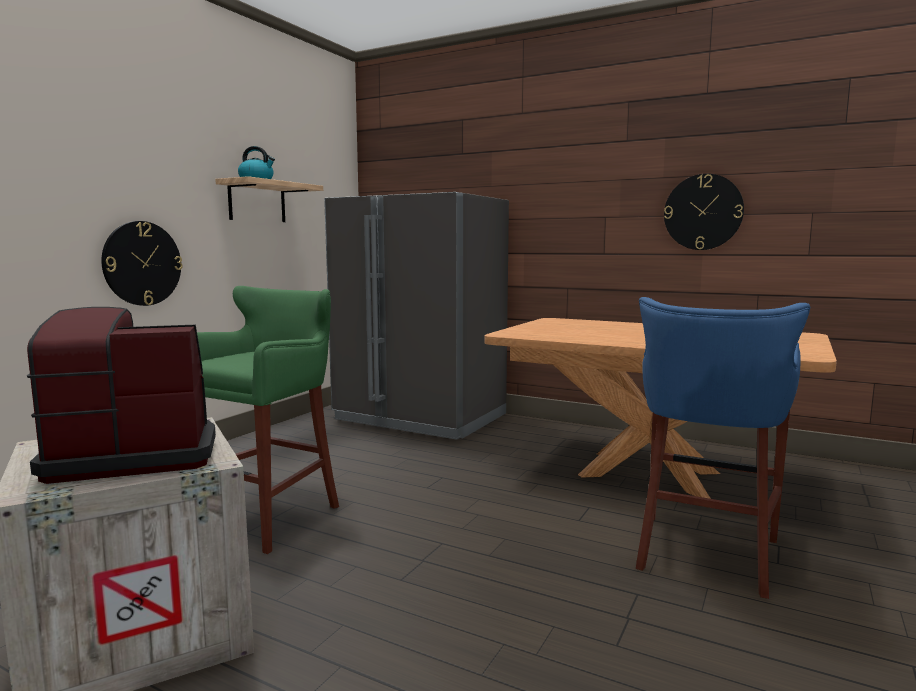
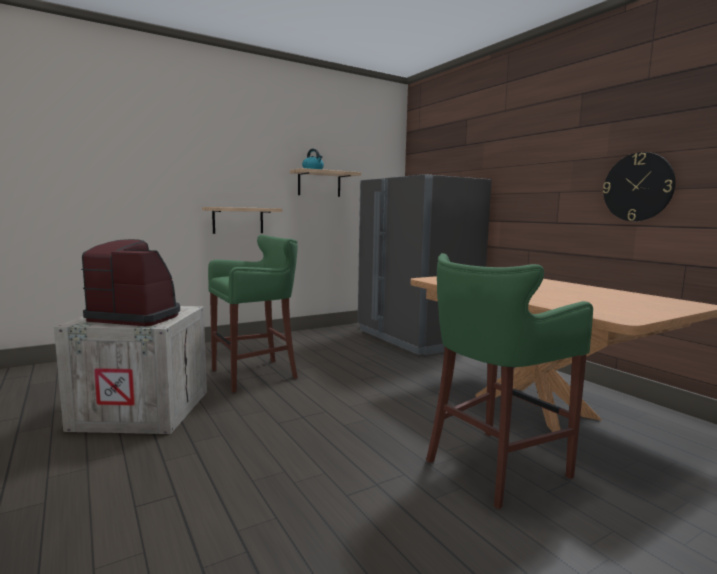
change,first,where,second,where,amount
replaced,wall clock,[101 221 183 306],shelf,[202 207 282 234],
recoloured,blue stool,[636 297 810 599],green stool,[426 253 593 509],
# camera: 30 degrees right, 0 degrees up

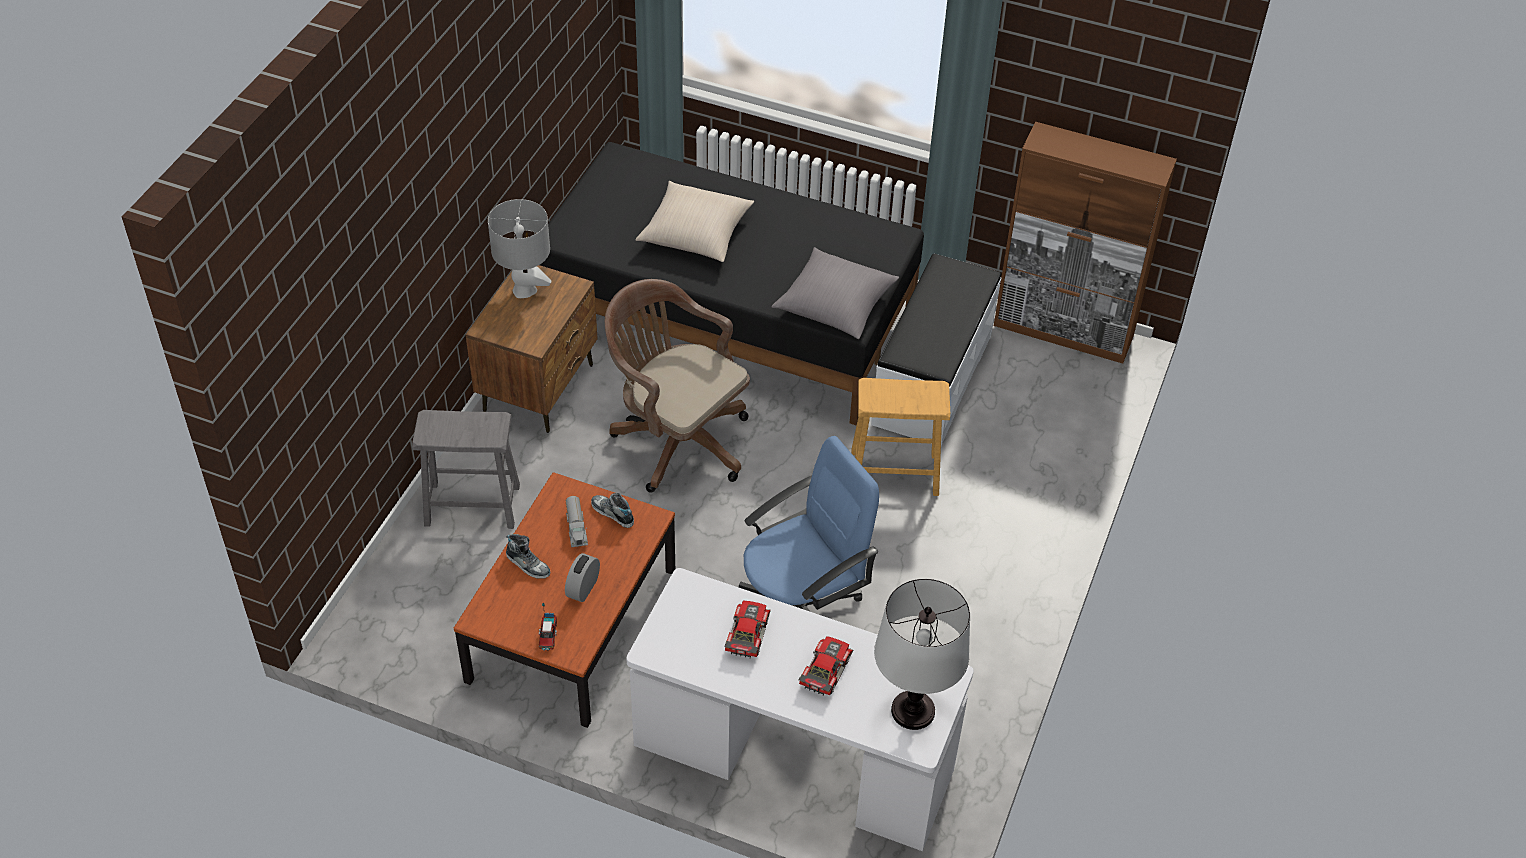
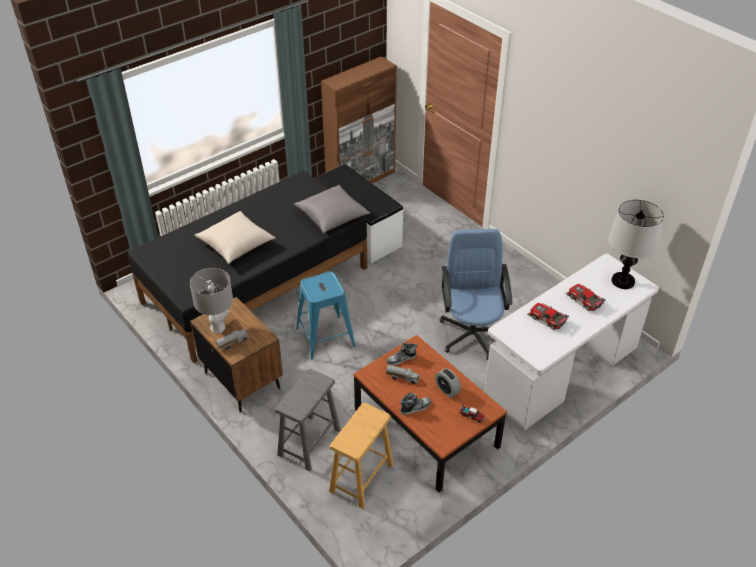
change,first,where,second,where,amount
added,,,toy truck,[215 330 249 350],
moved,brown stool,[851 378 950 496],,[329 403 394 509],
replaced,brown office chair,[605 279 750 493],blue stool,[296 272 356 360],
# camera: 60 degrees left, 5 degrees down

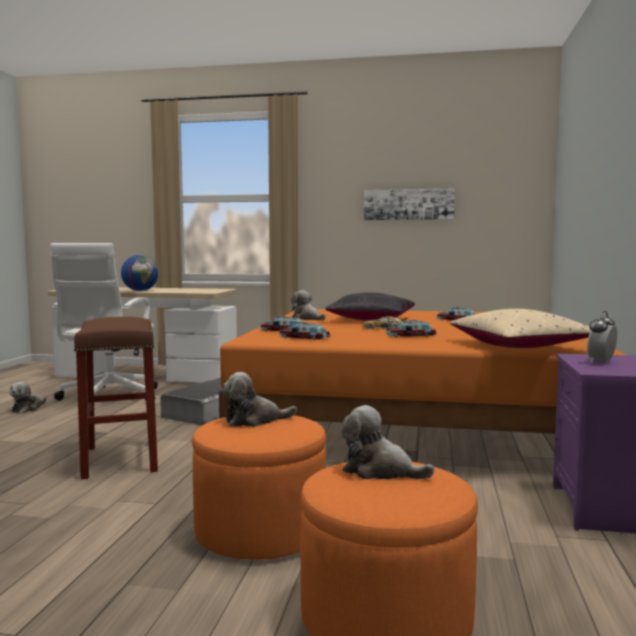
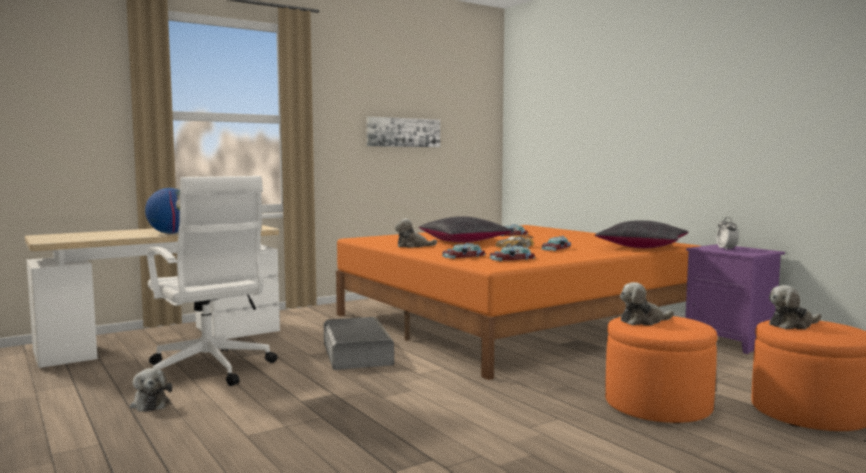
change,first,where,second,where,amount
removed,brown stool,[74 317 158 479],,,
recoloured,beige pillow,[450 309 591 348],black pillow,[595 220 689 248],
turned,plush toy,[221 372 297 427],,[620 282 674 325],45 degrees clockwise
# camera: 45 degrees left, 0 degrees up

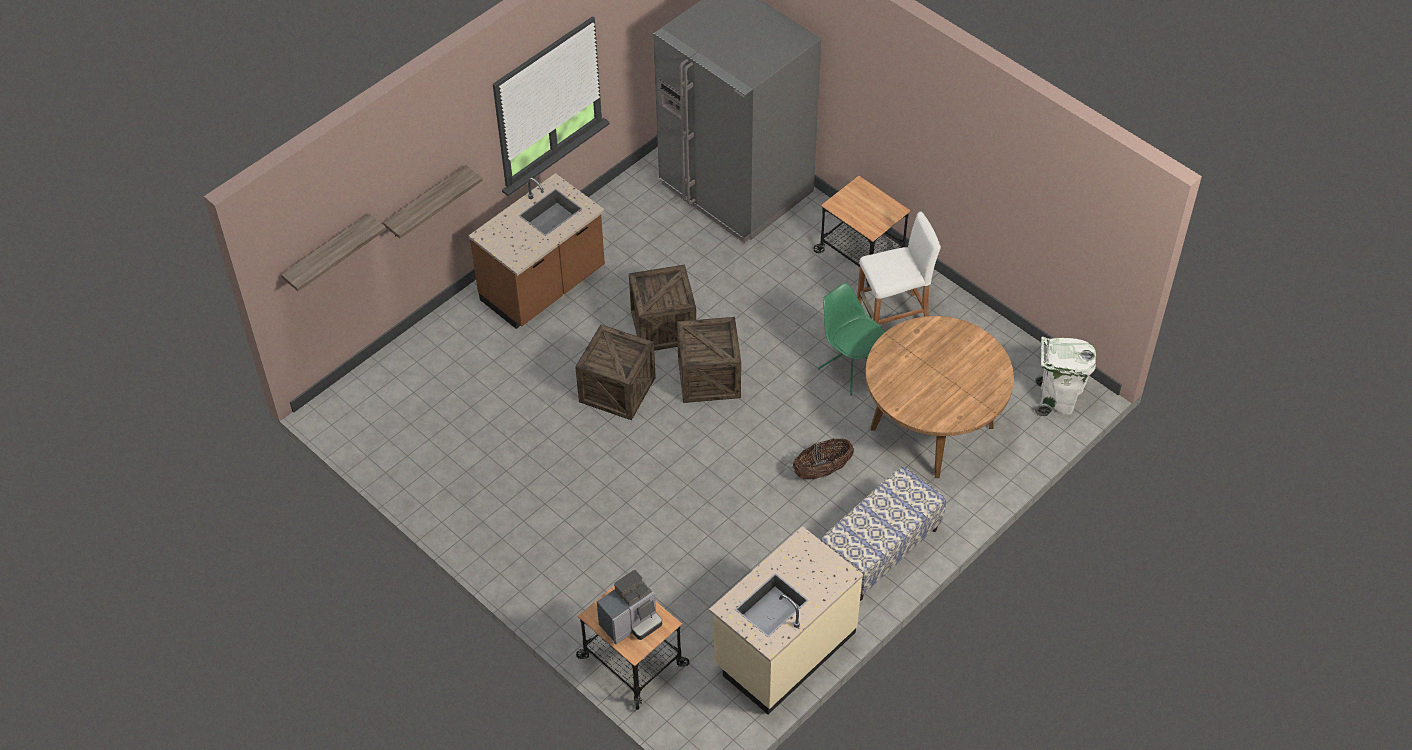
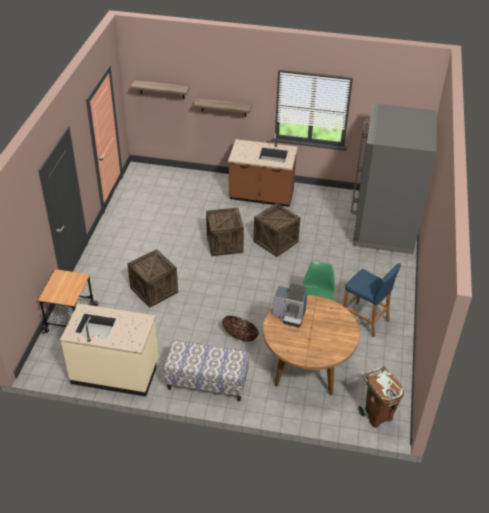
change,first,where,second,where,amount
removed,cart,[814 176 911 287],,,
moved,coffee machine,[597 570 662 644],,[272 283 308 327],
moved,crate,[677 317 741 403],,[127 249 178 308],
recoloured,white stool,[857 211 941 324],blue stool,[343 263 401 337],
recoloured,white trash can,[1035 336 1096 416],brown trash can,[358 366 404 428],
# camera: 55 degrees right, 10 degrees down

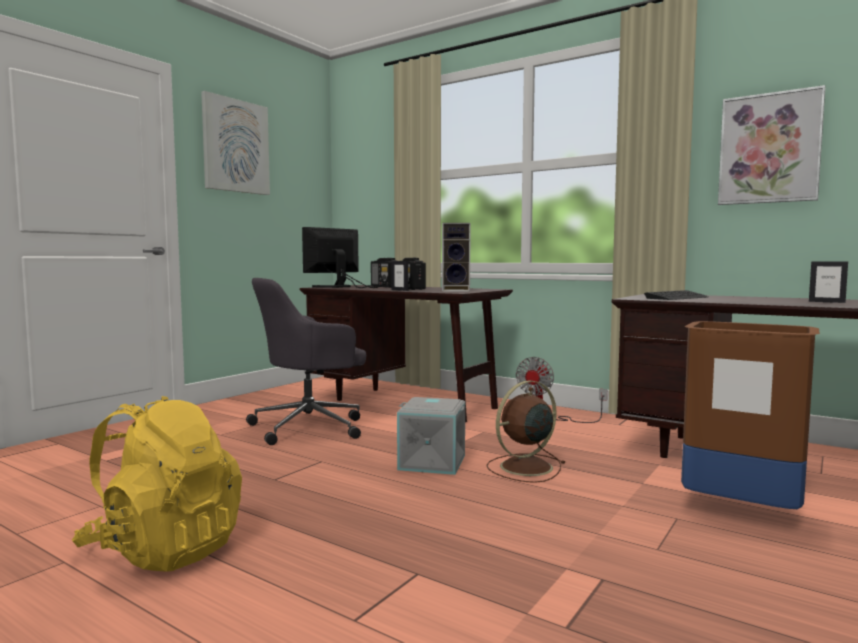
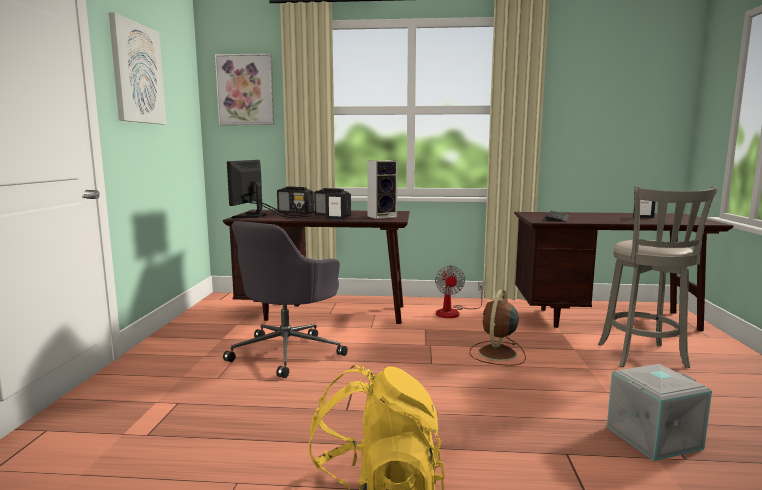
change,first,where,second,where,amount
moved,grey storage box,[397 397 465 475],,[607 364 712 461],
moved,picture,[718 85 825 205],,[215 53 274 125],
replaced,brown trash can,[681 321 820 509],grey stool,[598 186 717 368],
# camera: 30 degrees left, 5 degrees up

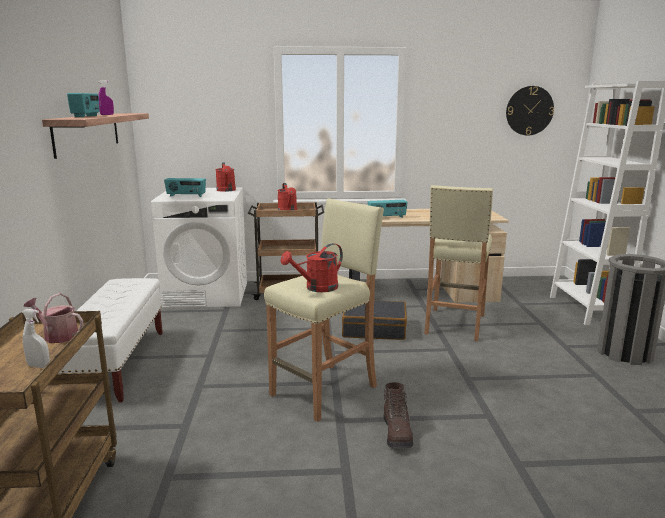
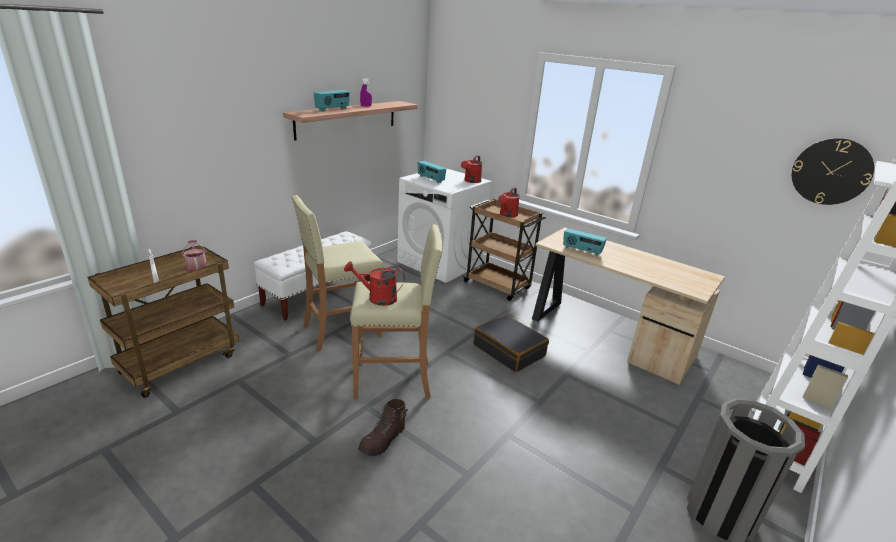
change,first,where,second,where,amount
moved,beige stool,[424 185 493 341],,[292 195 383 352],
# camera: 40 degrees right, 10 degrees up

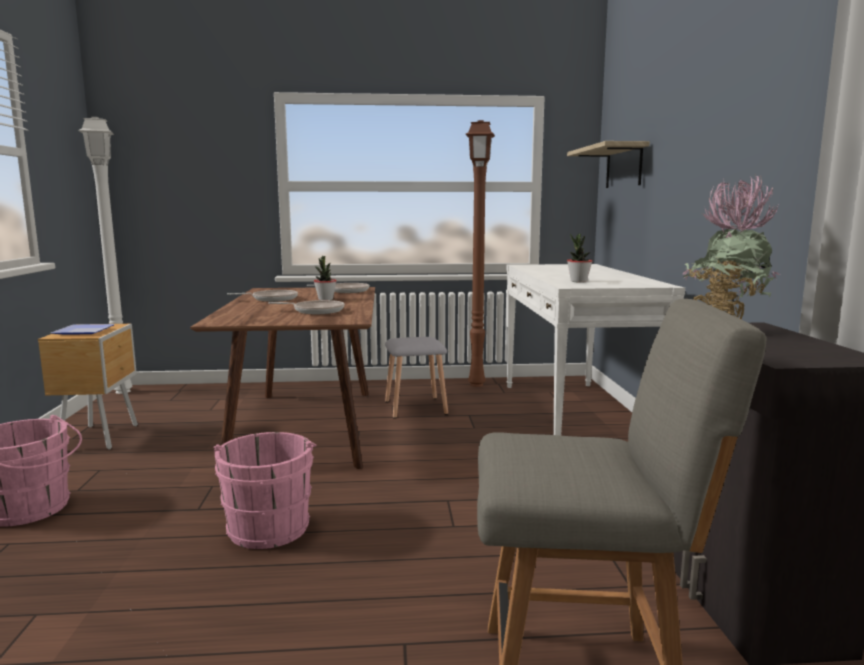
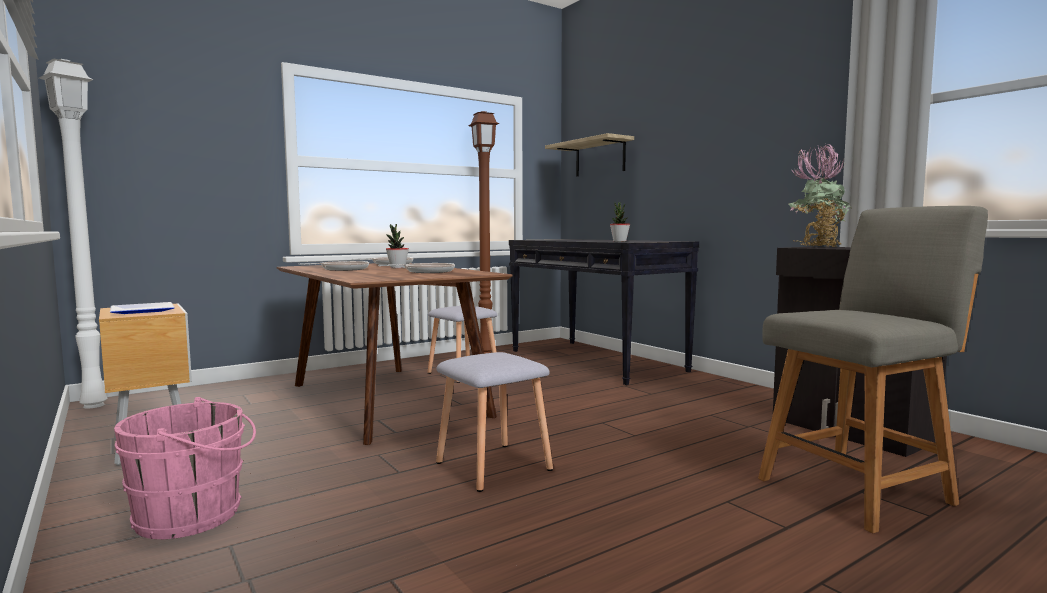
change,first,where,second,where,amount
replaced,pink bucket,[213 432 317 549],grey stool,[436 352 553 492],
recoloured,white console table,[506 264 685 436],black console table,[509 239 699 385],
# camera: 30 degrees left, 5 degrees down

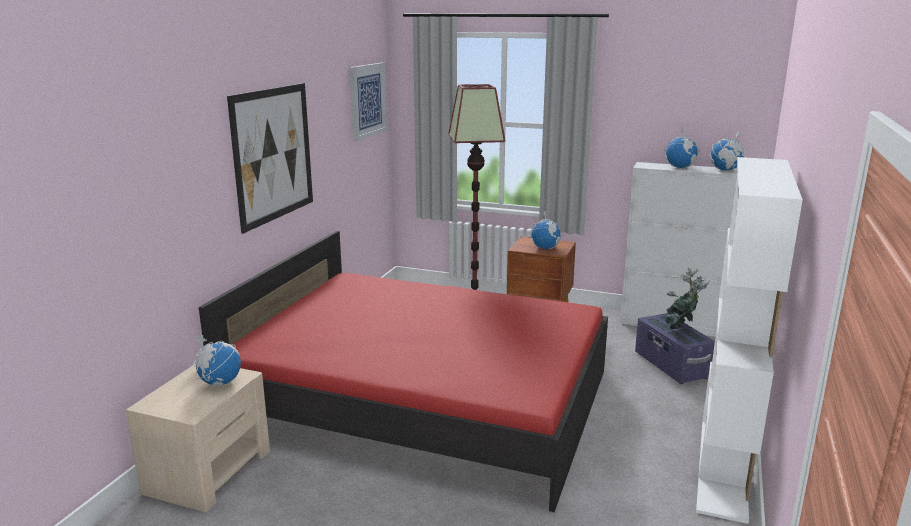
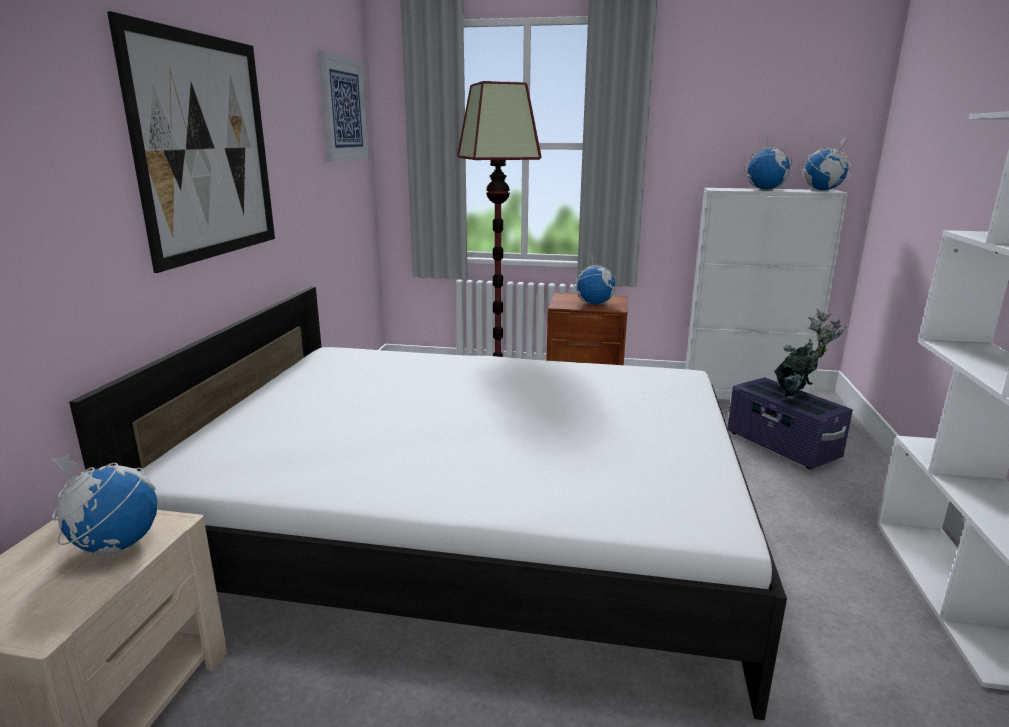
change,first,where,second,where,amount
recoloured,red bed,[199 231 608 512],white bed,[69 287 787 720],
# camera: 10 degrees left, 0 degrees up

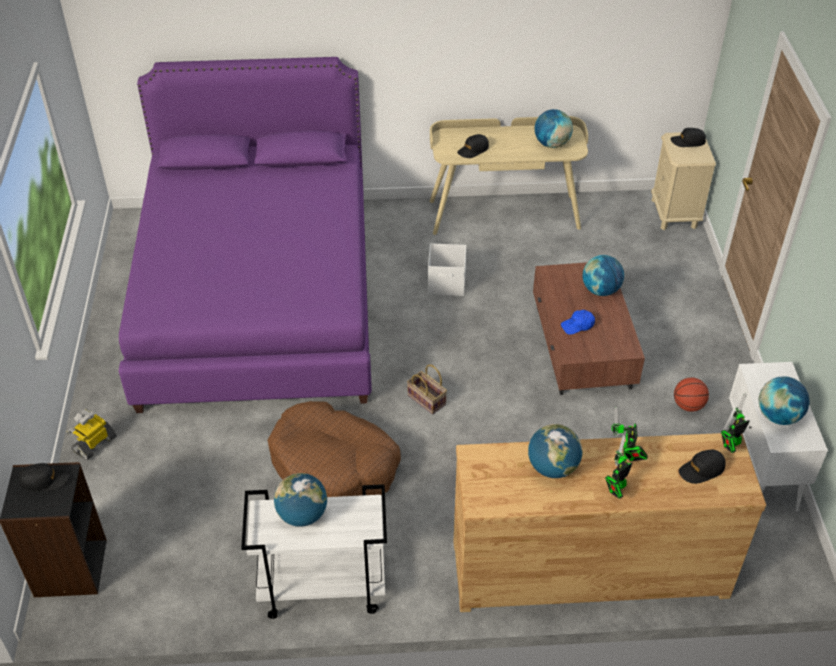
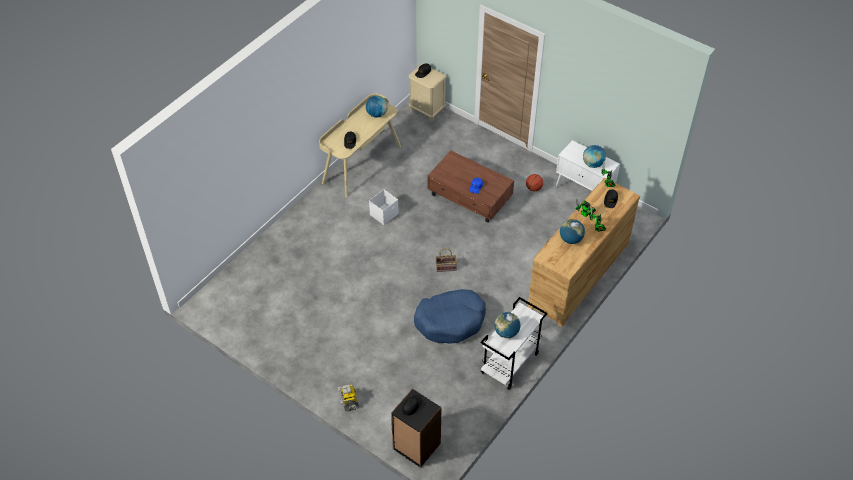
change,first,where,second,where,amount
removed,purple bed,[119 57 372 413],,,
removed,globe,[583 255 624 296],,,
recoloured,brown dog bed,[268 401 401 497],blue dog bed,[414 289 486 344],
# camera: 50 degrees left, 5 degrees up

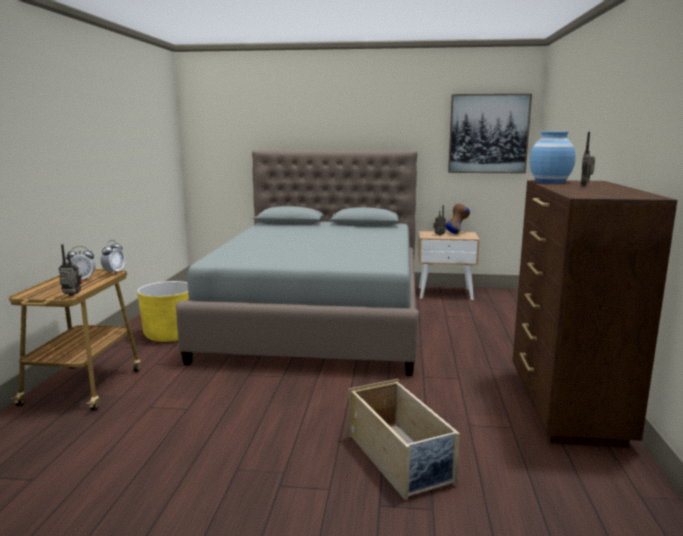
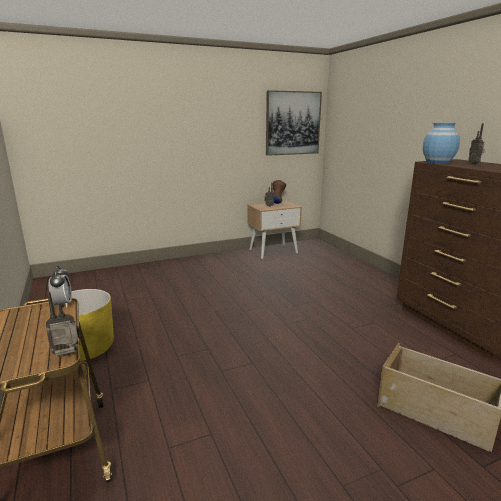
change,first,where,second,where,amount
removed,alarm clock,[66 246 95 280],,,
removed,grey bed,[176 150 419 376],,,
# camera: 30 degrees left, 5 degrees up

